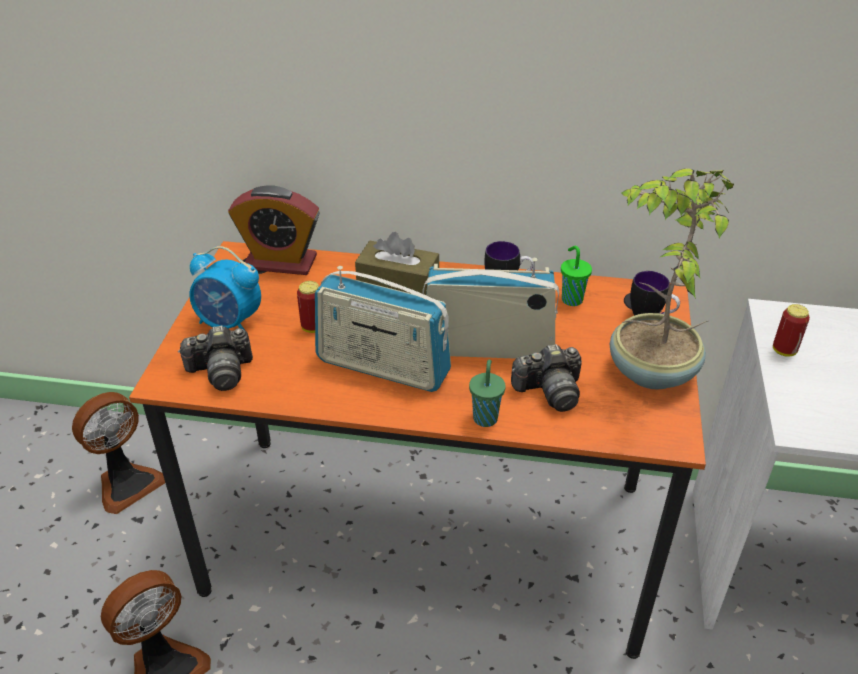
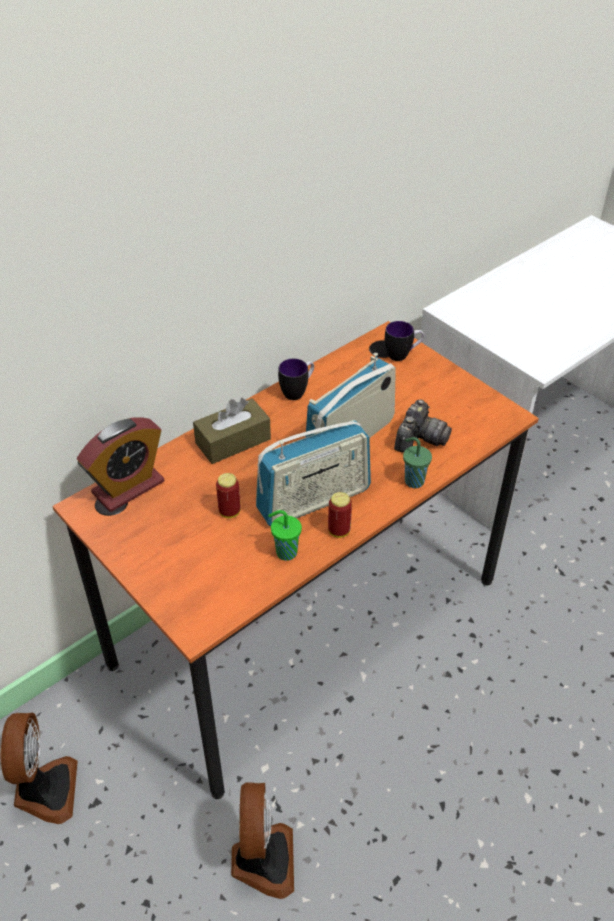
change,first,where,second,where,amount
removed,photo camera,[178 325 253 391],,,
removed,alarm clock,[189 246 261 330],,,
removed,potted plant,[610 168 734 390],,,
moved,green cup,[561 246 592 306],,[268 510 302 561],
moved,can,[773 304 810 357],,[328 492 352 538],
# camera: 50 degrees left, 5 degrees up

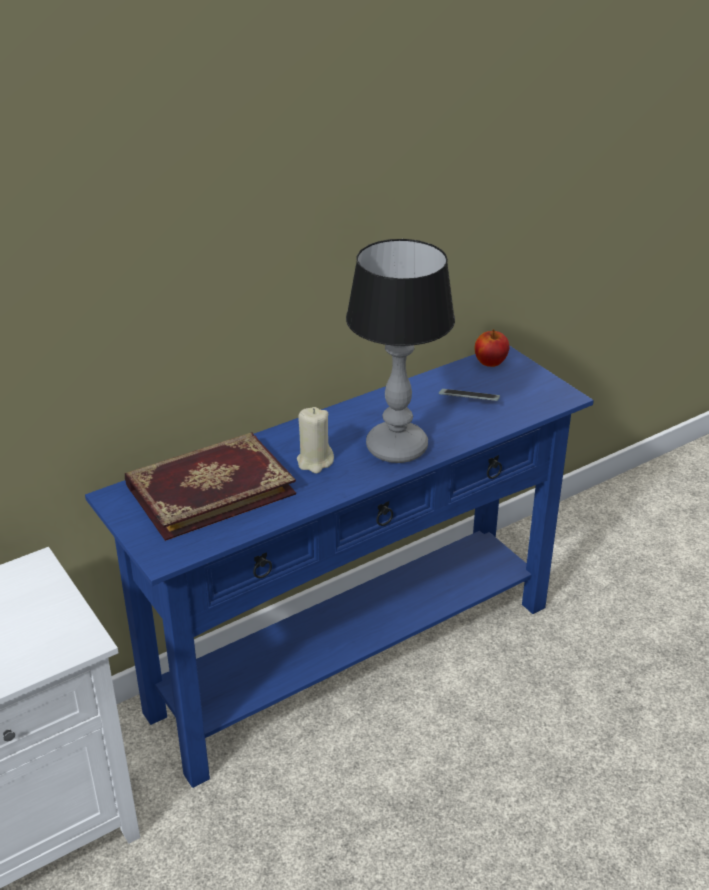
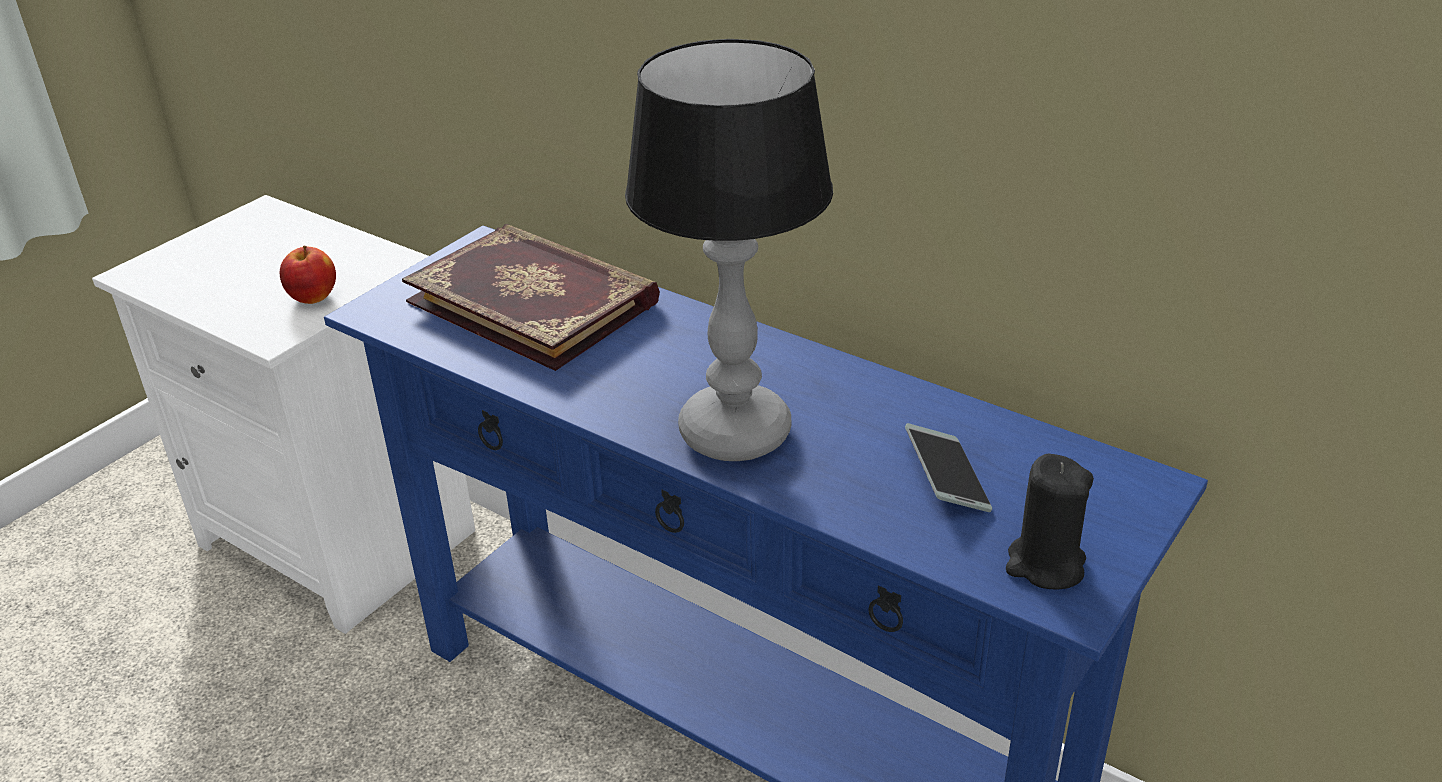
change,first,where,second,where,amount
removed,beige candle,[297 407 334 473],,,
added,,,black candle,[1006 454 1094 590],
moved,apple,[474 329 509 367],,[280 246 336 304],
# camera: 70 degrees right, 0 degrees up

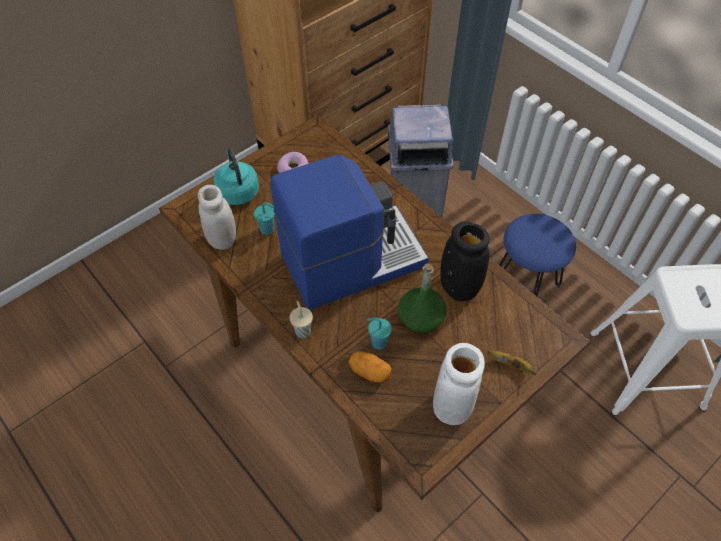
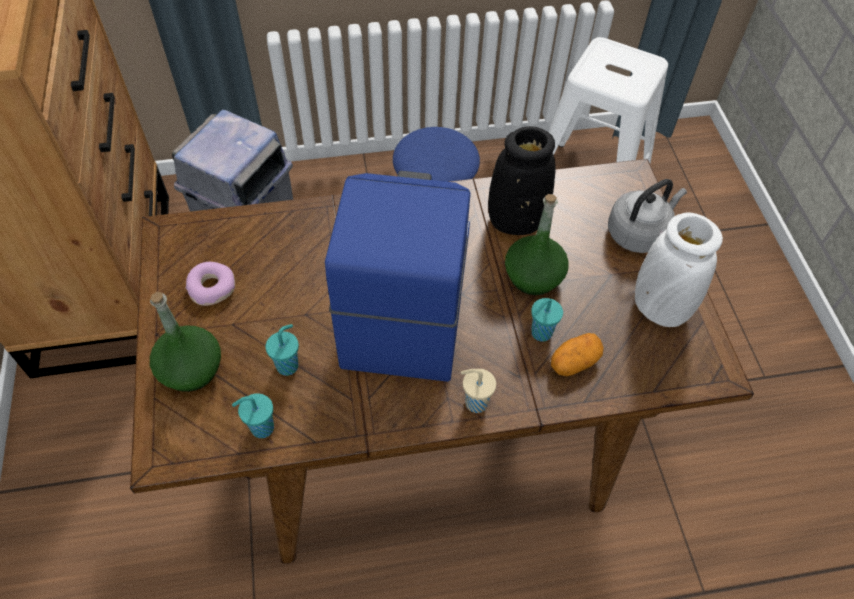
change,first,where,second,where,amount
replaced,white jar,[198 185 236 250],turquoise cup,[232 393 274 438],
replaced,turquoise kettle,[213 148 259 205],green bottle,[150 292 221 392],
replaced,banana,[488 351 537 375],grey kettle,[608 179 687 253],
# camera: 60 degrees left, 0 degrees up

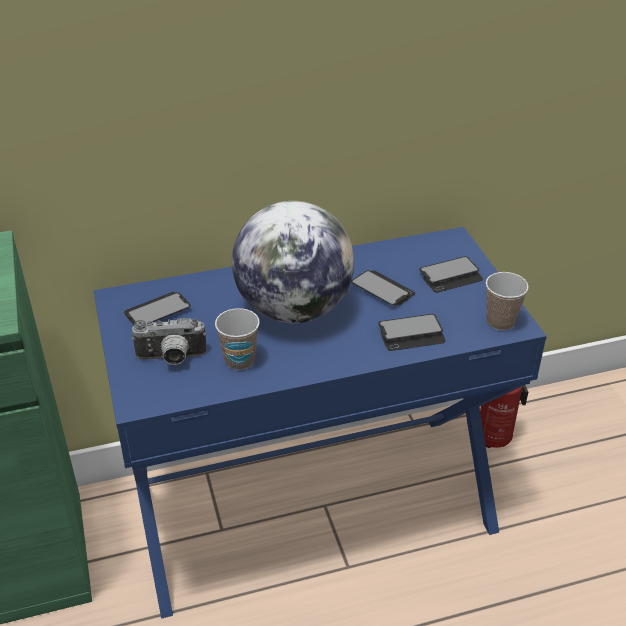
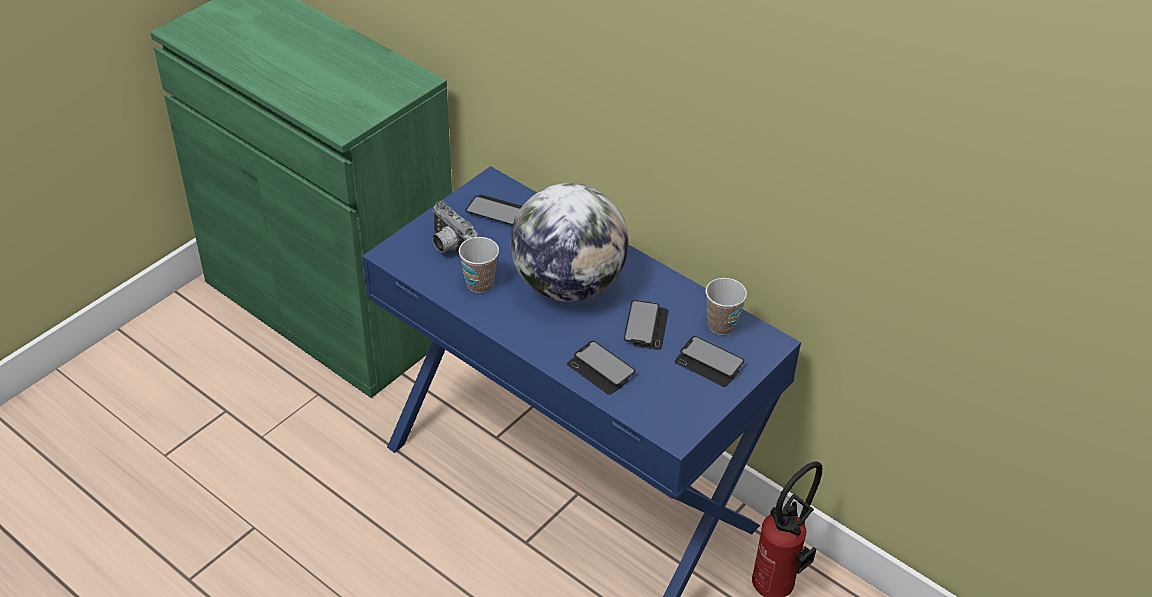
change,first,where,second,where,amount
moved,cup,[486 272 529 331],,[705 278 747 335],
# camera: 55 degrees right, 5 degrees up

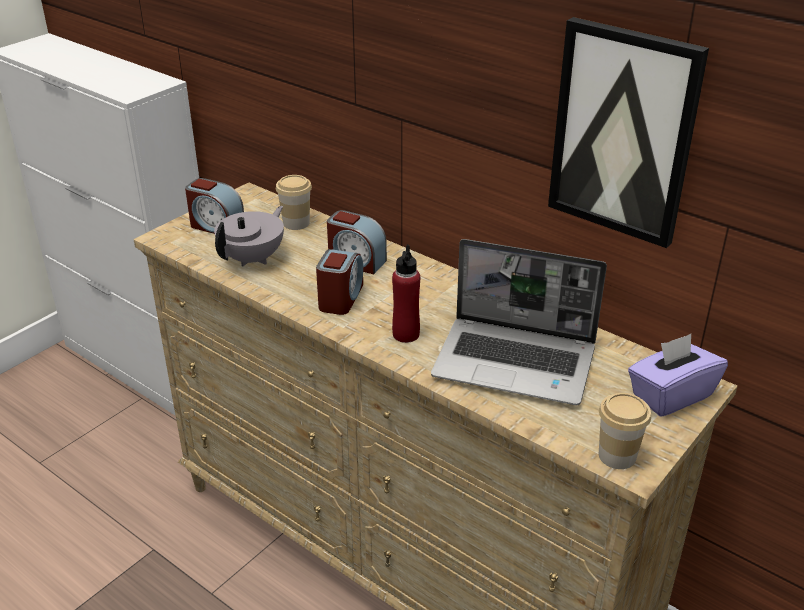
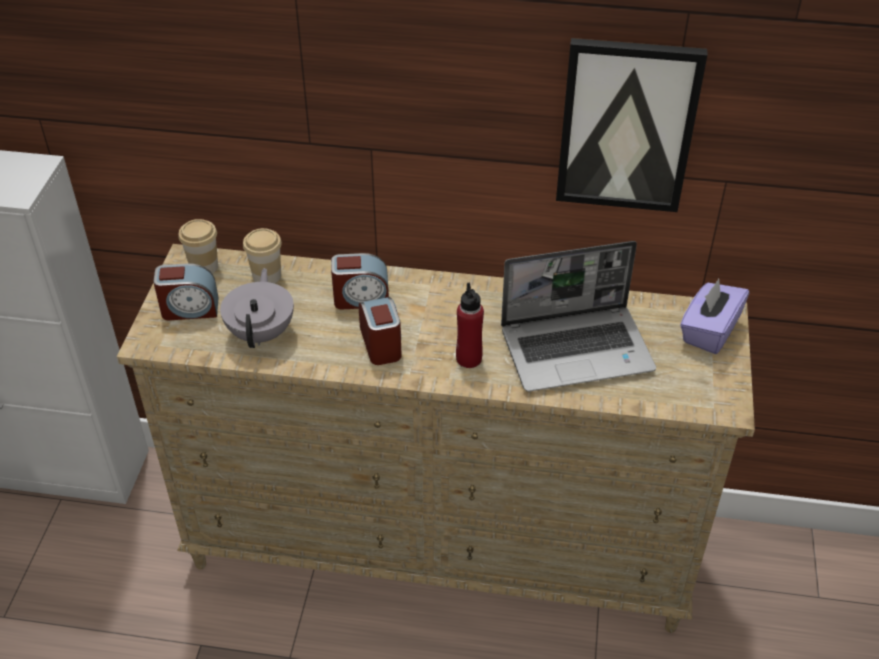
change,first,where,second,where,amount
moved,cup,[599 393 651 469],,[179 219 218 274],
# camera: 30 degrees left, 10 degrees up

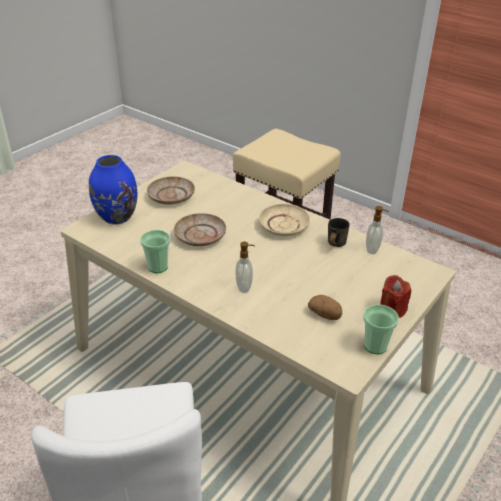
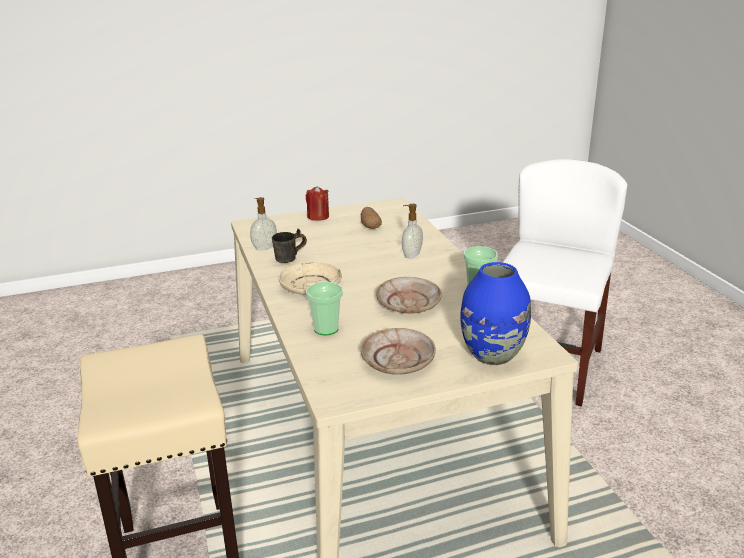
change,first,where,second,where,amount
moved,cup,[363 304 399 354],,[306 282 343 335],
# camera: 145 degrees left, 10 degrees down

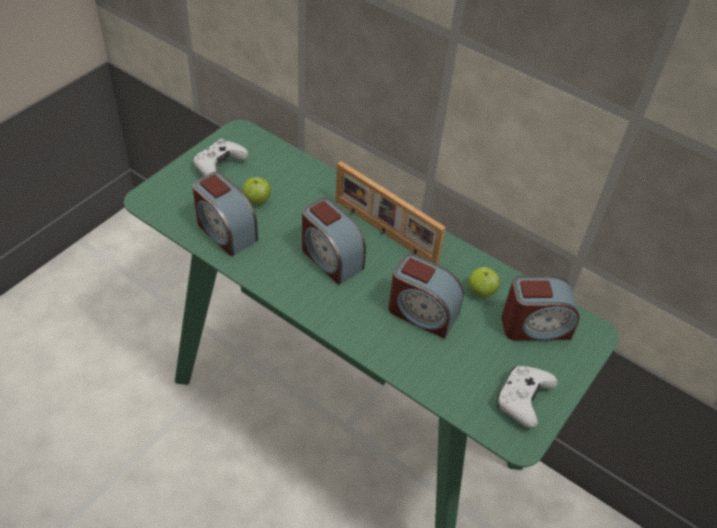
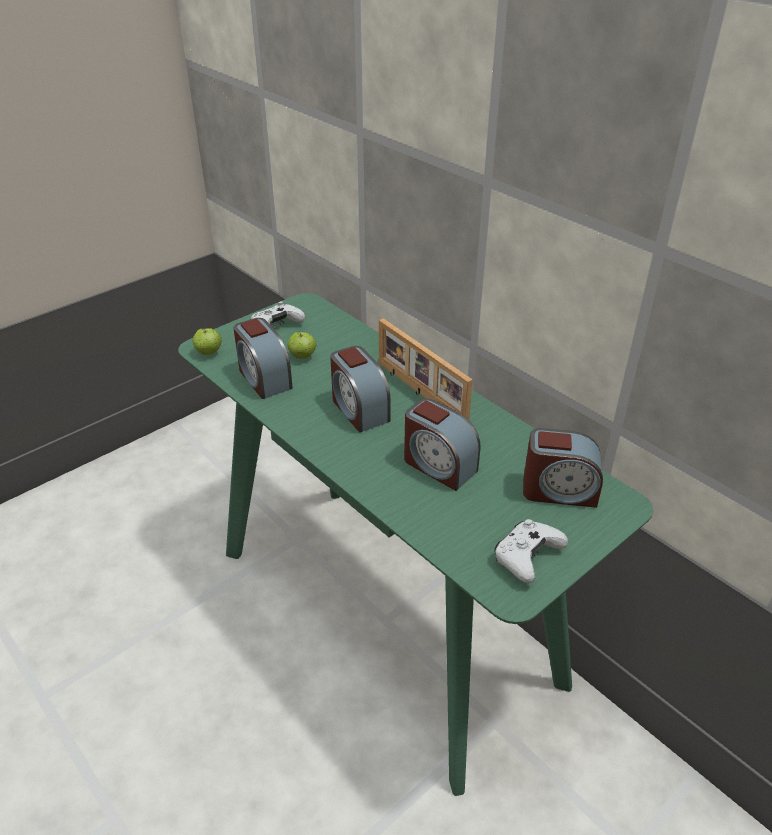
change,first,where,second,where,amount
moved,apple,[468 267 500 297],,[193 328 222 355],
# camera: 15 degrees right, 10 degrees down

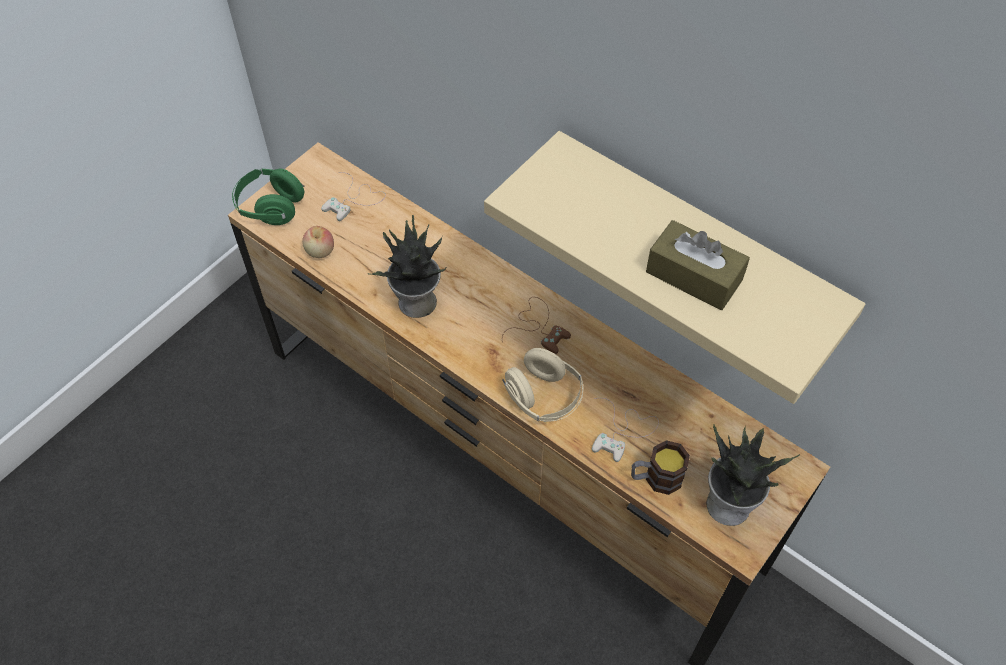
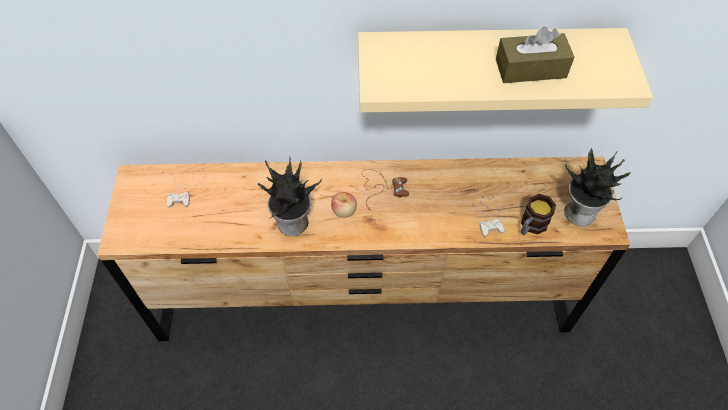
change,first,where,second,where,amount
removed,green headphones,[232 168 305 225],,,
removed,beige headphones,[502 348 583 422],,,
moved,apple,[302 226 334 258],,[331 192 357 218],
# camera: 40 degrees left, 0 degrees up

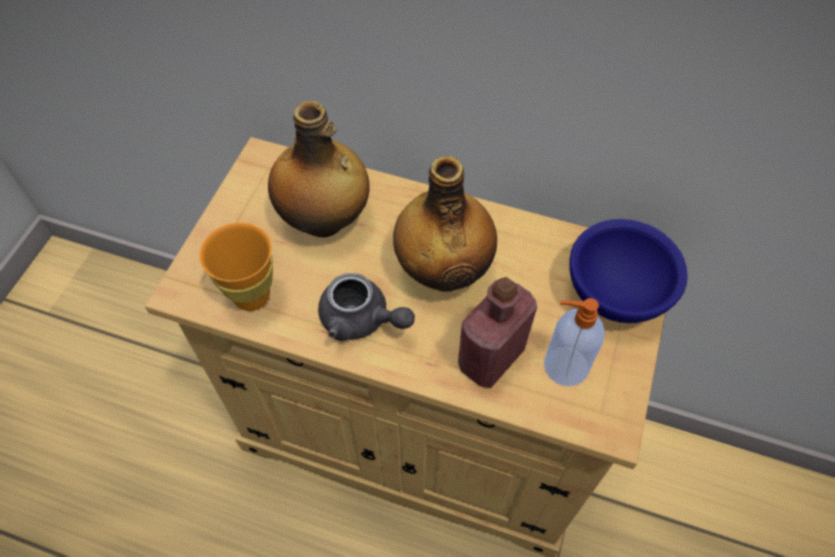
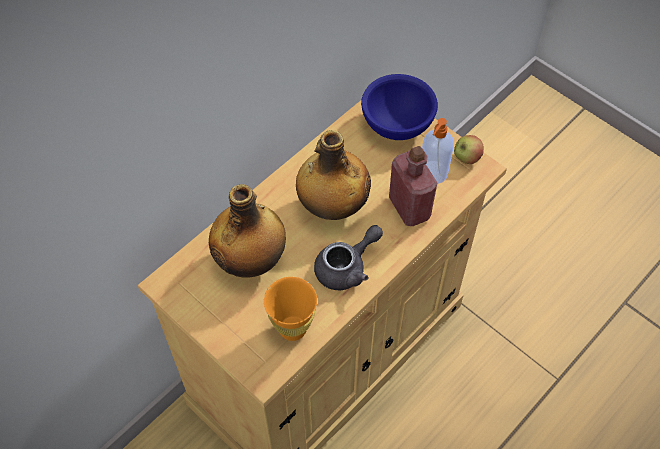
change,first,where,second,where,amount
added,,,apple,[454 135 484 164],
# camera: 65 degrees left, 0 degrees up

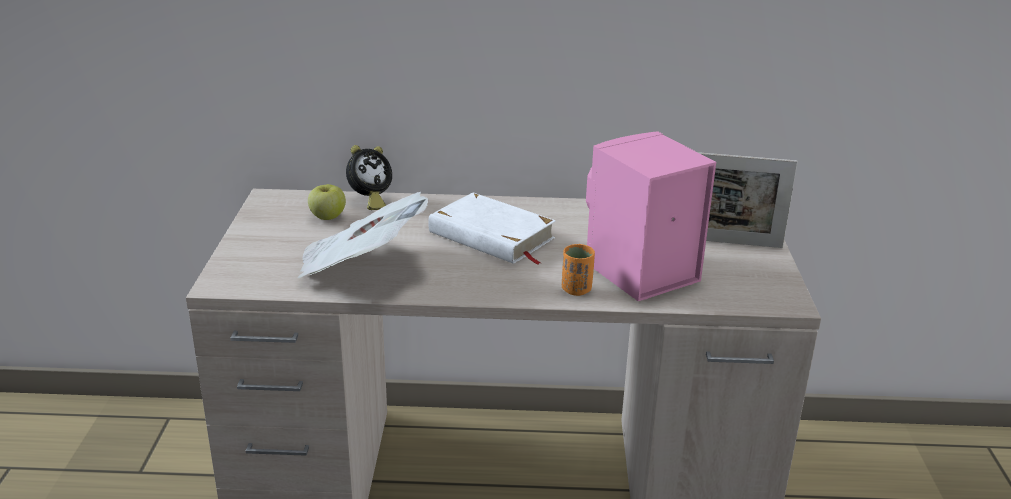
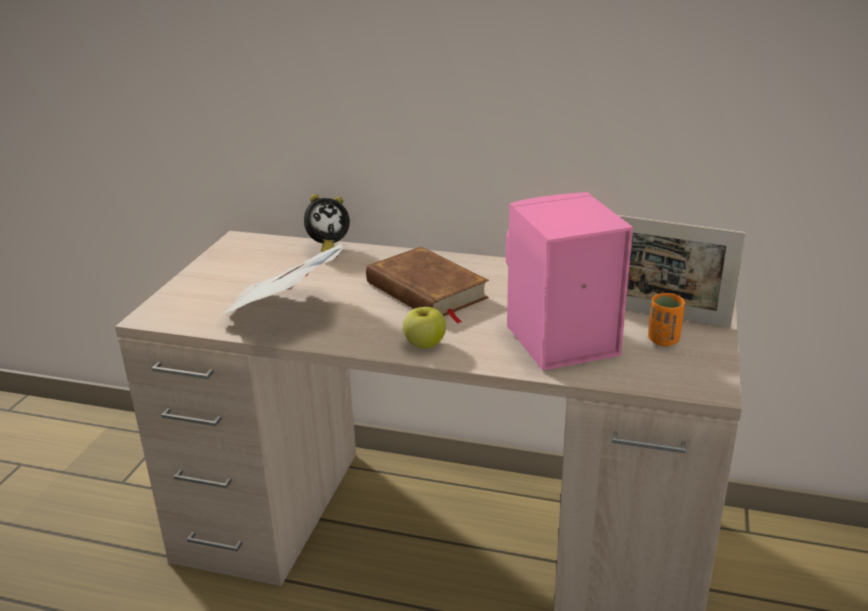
change,first,where,second,where,amount
moved,apple,[308 184 346 220],,[403 307 446 349],
moved,orange cup,[562 244 595 296],,[648 293 685 346],
recoloured,white book,[428 193 556 265],brown book,[366 247 489 323],
# camera: 15 degrees right, 0 degrees up

